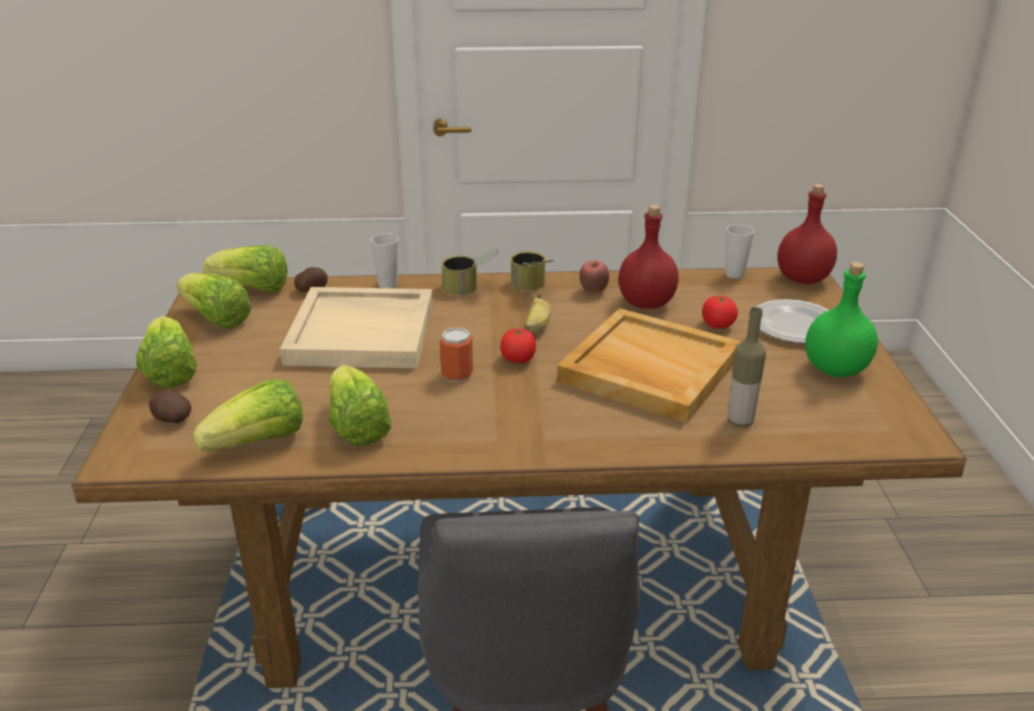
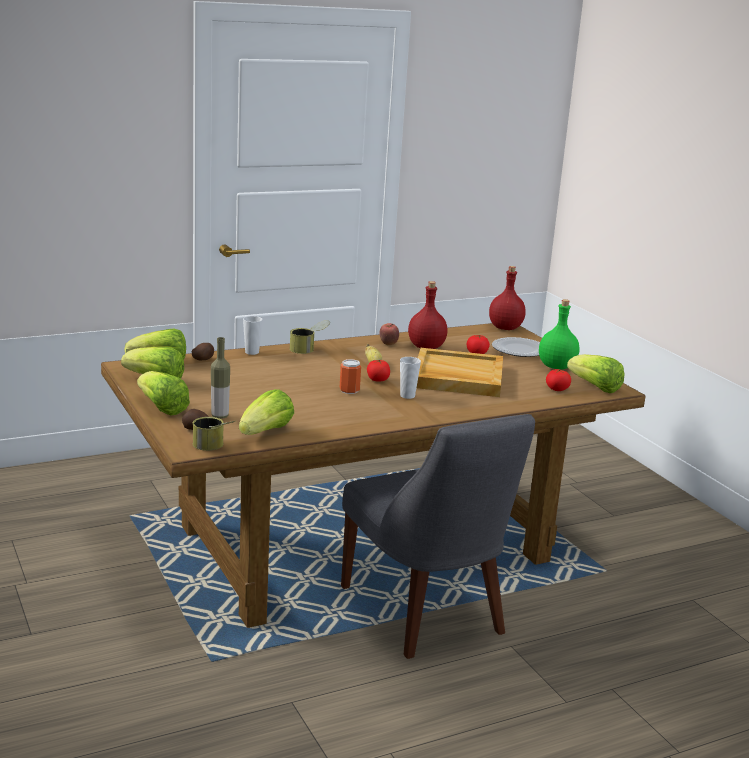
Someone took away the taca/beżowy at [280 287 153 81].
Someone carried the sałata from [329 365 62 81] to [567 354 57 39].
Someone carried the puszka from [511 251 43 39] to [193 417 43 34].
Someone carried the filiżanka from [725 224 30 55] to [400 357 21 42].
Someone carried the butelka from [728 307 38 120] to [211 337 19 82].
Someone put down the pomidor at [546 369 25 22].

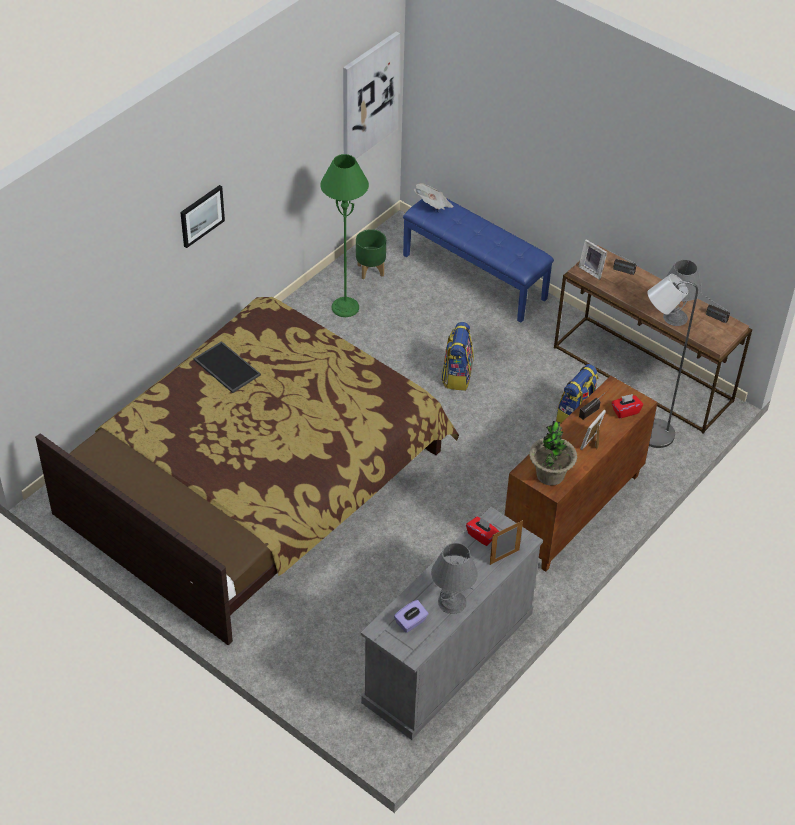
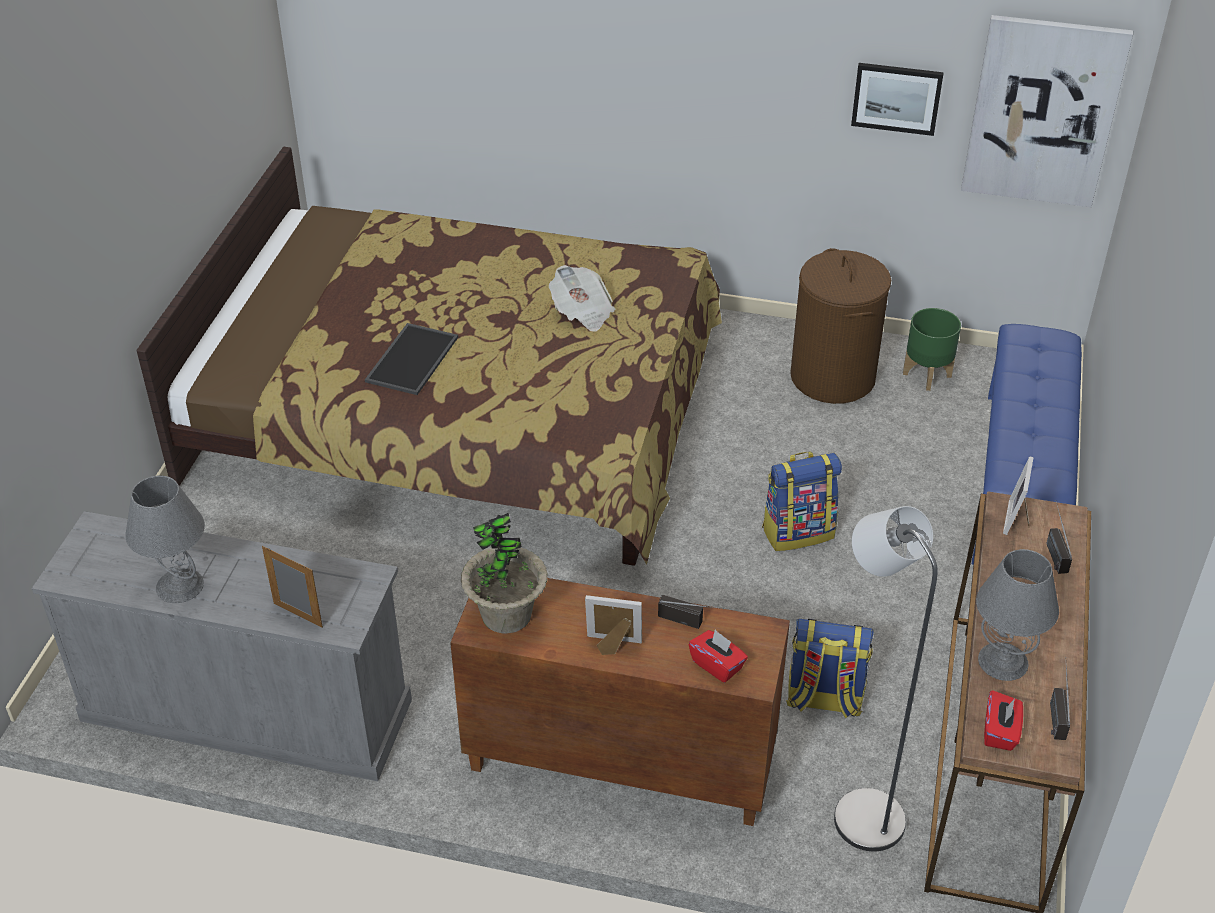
Someone carried the obraz from [180 185 45 63] to [851 63 93 73].
Someone carried the taca from [193 341 68 52] to [365 323 93 72].
Someone swapped the lampa stojąca/zielony at [320 154 49 163] for the kosz na pranie/brązowy at [790 248 101 156].
Someone took away the pudełko chusteczek/fioletowy at [394 600 35 33].
Someone carried the gazeta from [414 183 39 27] to [549 265 66 67].
Someone carried the pudełko chusteczek/czerwony from [466 517 33 29] to [984 690 39 61].

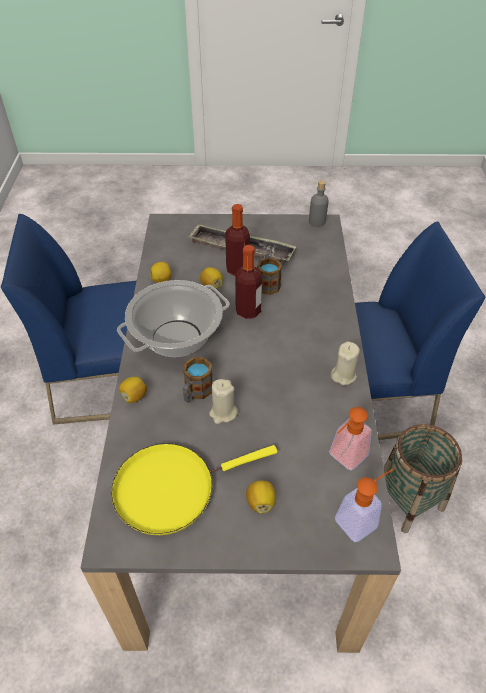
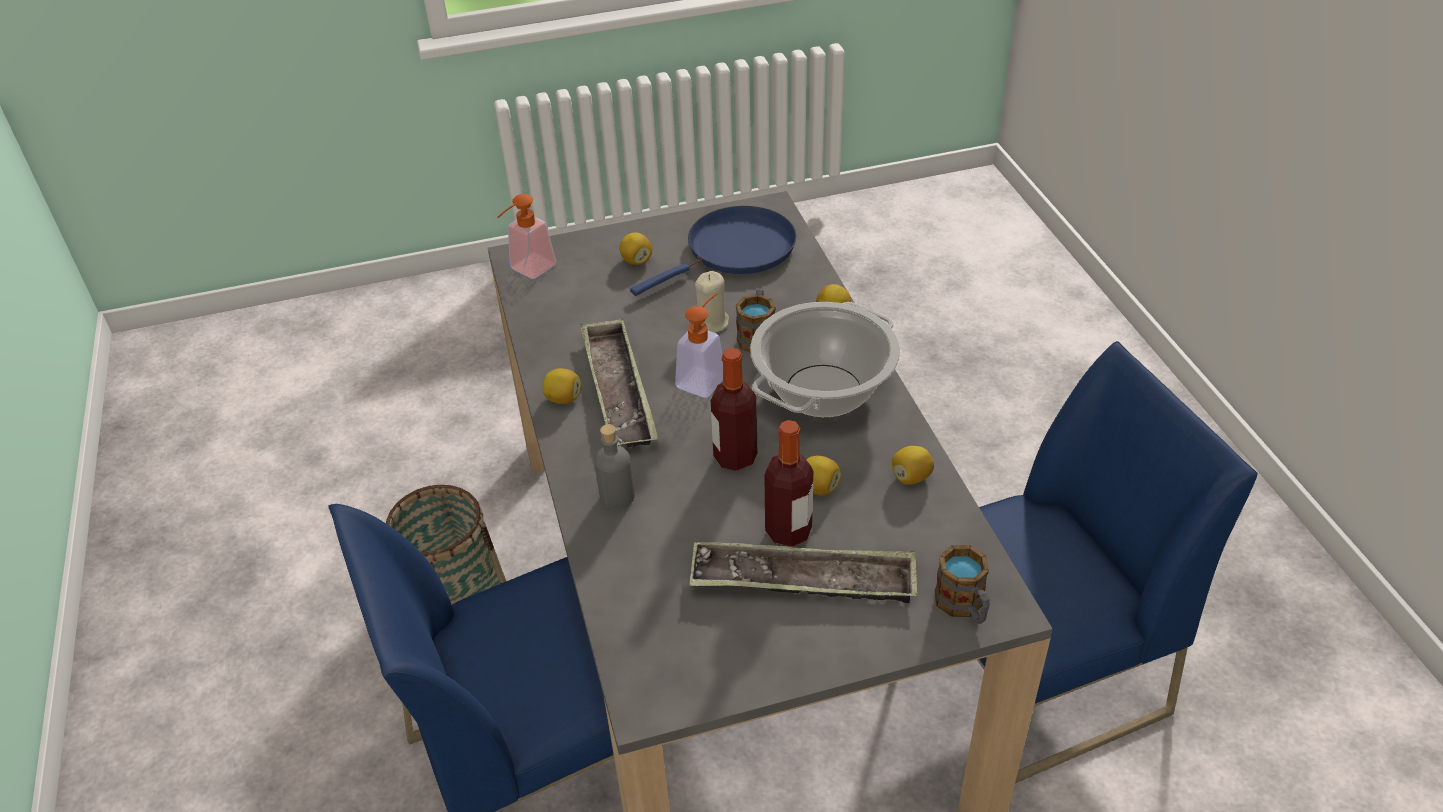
Someone repainted the patelnia/żółty at [111 444 167 91], which became the patelnia/niebieski at [630 206 167 90].
Someone carried the kubek from [257 254 25 41] to [935 545 55 79].
Someone carried the butelka/szary from [309 180 20 47] to [594 424 41 85].
Someone carried the dozownik mydła from [329 407 43 64] to [675 293 48 105].
Someone swapped the świeca/beżowy at [331 341 29 45] for the cytryna at [542 368 39 36].
Someone put down the taca at [580 319 78 128].

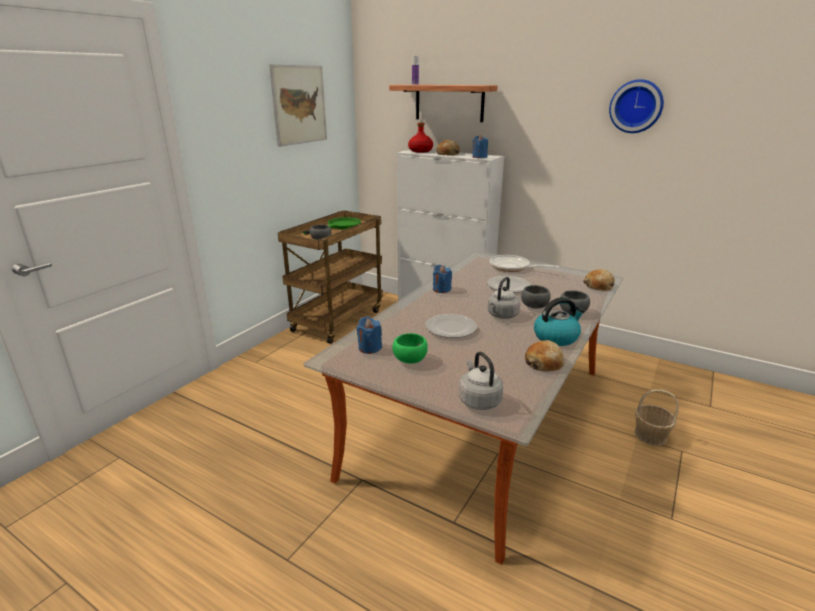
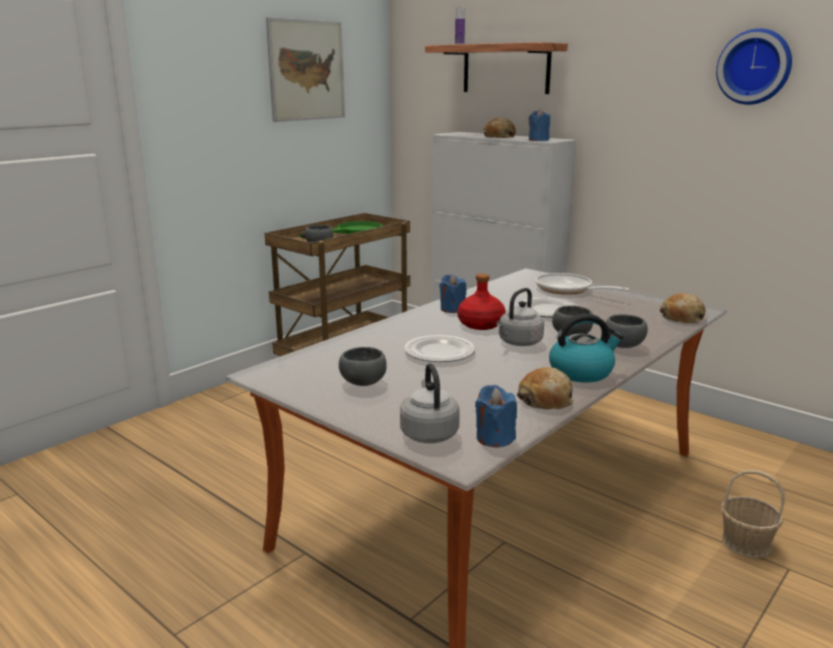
Someone carried the świeca/niebieski from [356 316 26 38] to [475 385 42 63].
Someone repainted the miska/zielony at [392 333 36 31], which became the miska/szary at [339 347 48 39].
Someone carried the butelka/czerwony from [408 123 25 29] to [458 273 48 57].

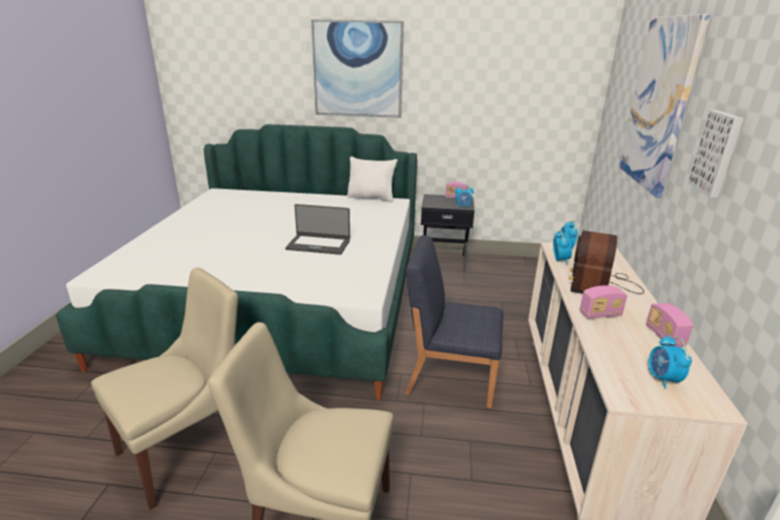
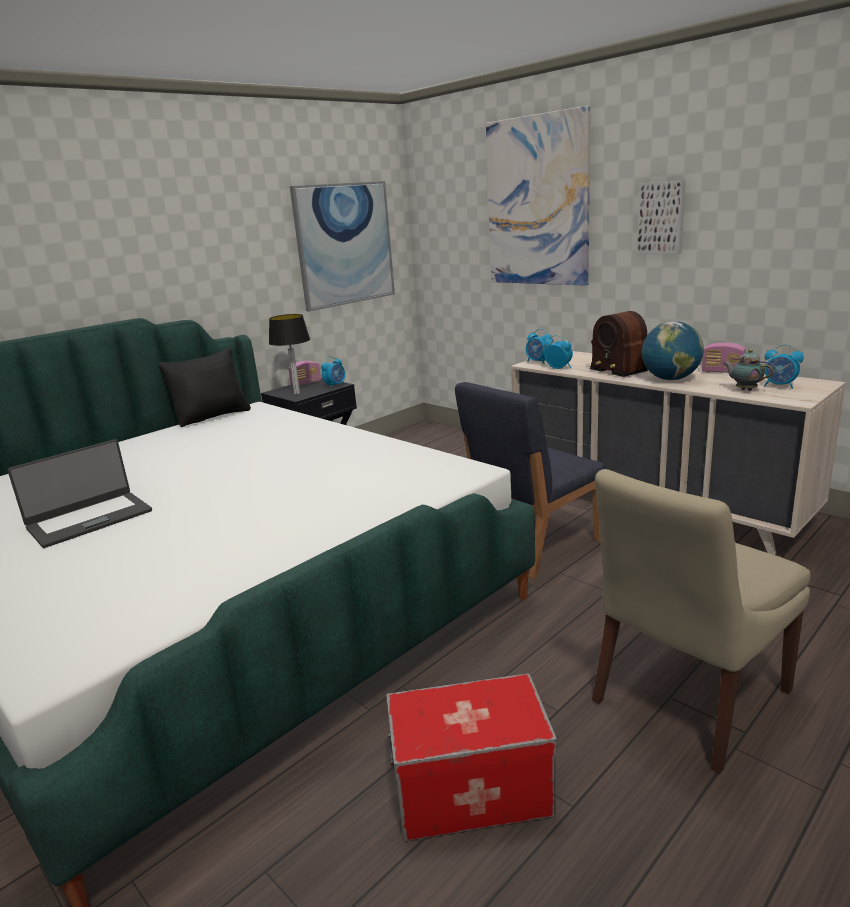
Someone swapped the krzesło/beżowy at [91 267 147 243] for the pojemnik do przechowywania at [386 673 171 168].
Someone carried the laptop from [285 204 65 51] to [7 439 145 109].
Someone carried the obraz from [311 19 93 99] to [290 181 105 130].
Someone repainted the poduszka/biały at [347 156 51 46], which became the poduszka/czarny at [159 347 92 80].
Someone swapped the radio at [580 285 47 34] for the globus at [642 321 62 59].
Someone put down the lampa stołowa at [269 314 41 80].
Someone put down the imbryk at [723 349 50 42].

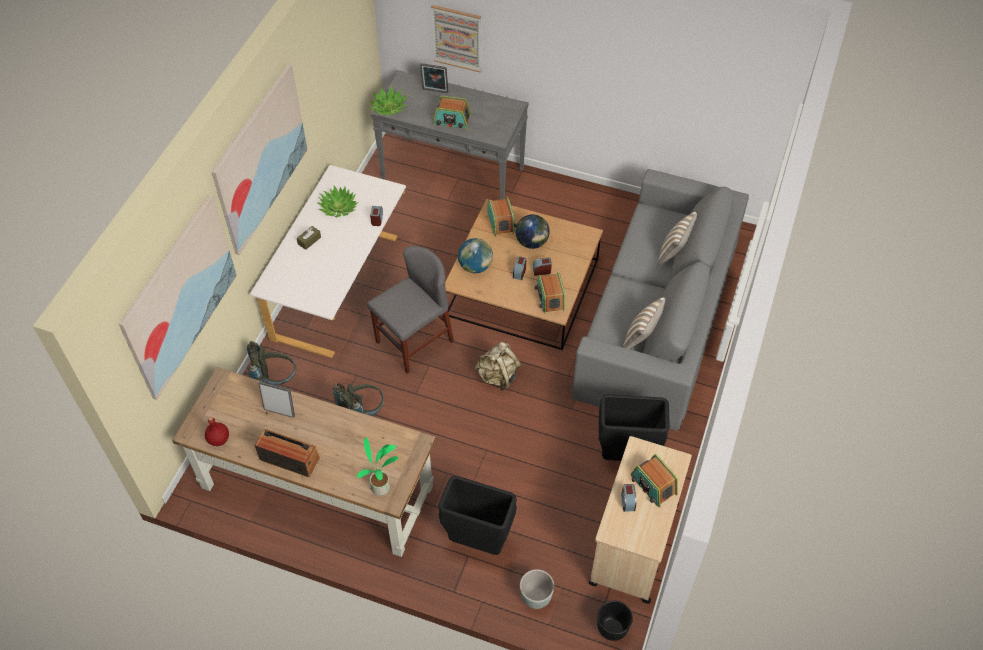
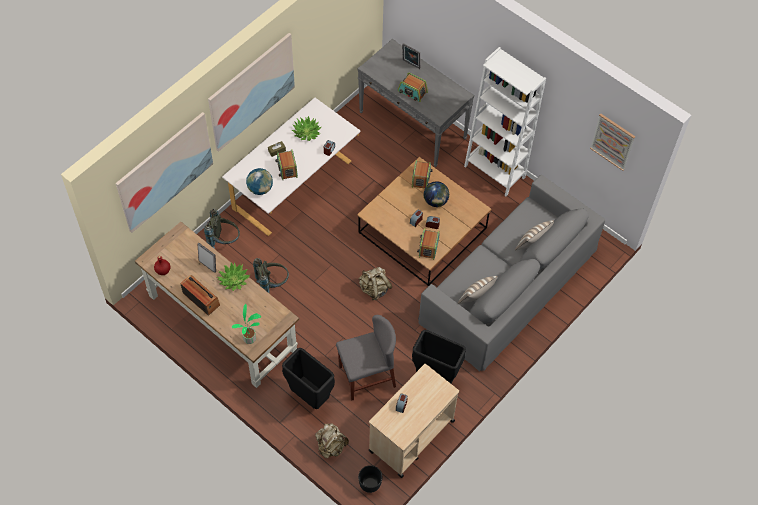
Someone carried the krzesło/szary from [367 246 87 128] to [336 315 60 86].
Someone carried the roślina doniczkowa from [369 86 38 29] to [217 263 33 28].
Someone carried the obraz from [431 5 50 68] to [590 114 45 57].
Someone carried the globus from [458 238 35 35] to [246 168 27 27].
Someone swapped the donica/szary at [520 569 34 40] for the plecak/beżowy at [315 423 34 35].
Someone carried the radio from [631 454 47 53] to [275 149 23 31].
Someone put down the regał/biały at [464 47 82 149].

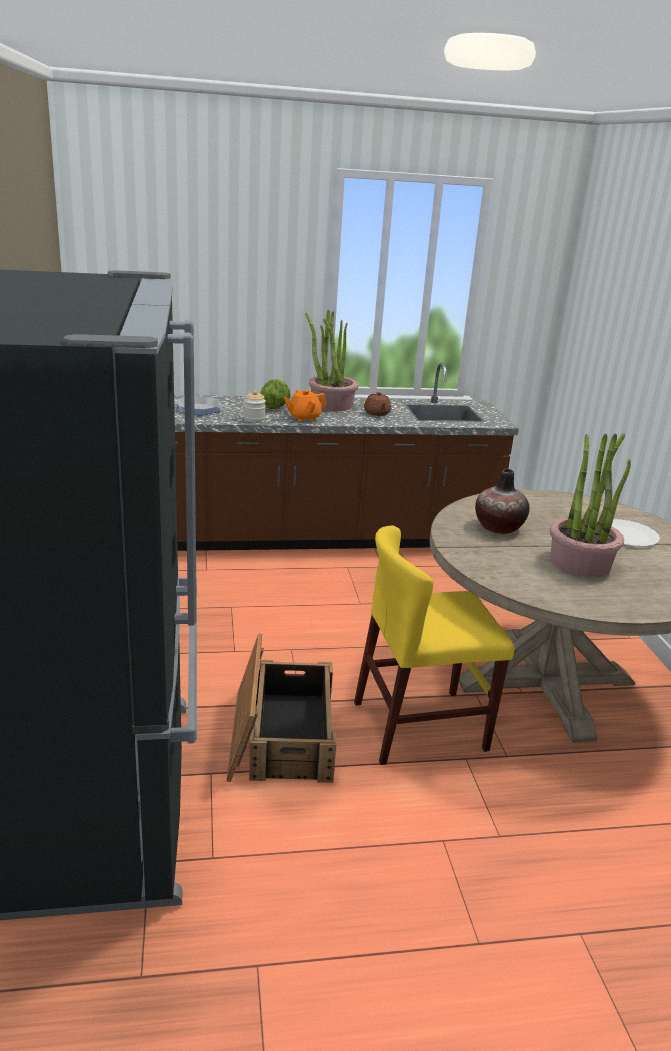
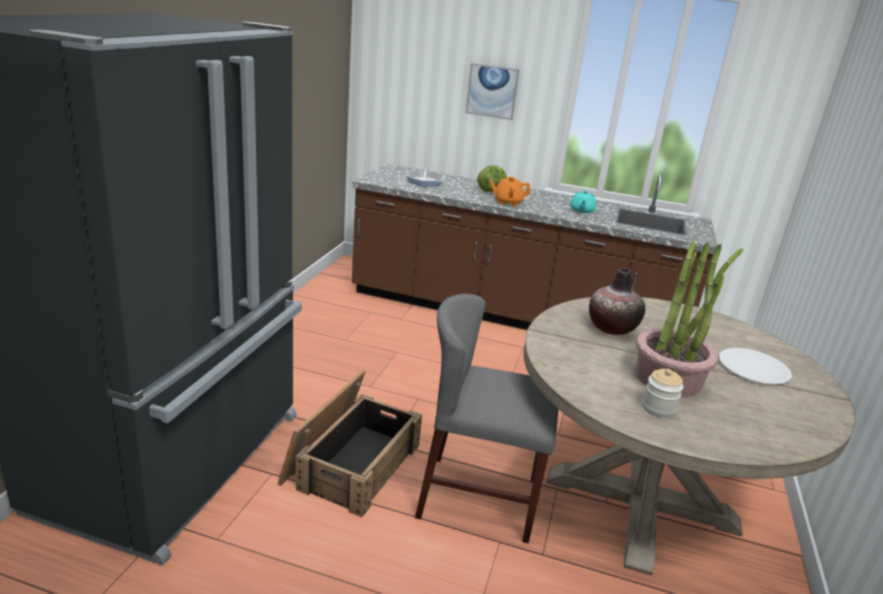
Someone carried the słoik from [244 391 22 31] to [642 369 42 49].
Someone took away the roślina doniczkowa at [305 310 54 101].
Someone repainted the krzesło/żółty at [354 526 160 239], which became the krzesło/szary at [415 294 143 249].
Someone repainted the imbryk/brązowy at [364 392 27 24], which became the imbryk/turkusowy at [570 190 26 23].
Someone put up the obraz at [466 63 54 57].

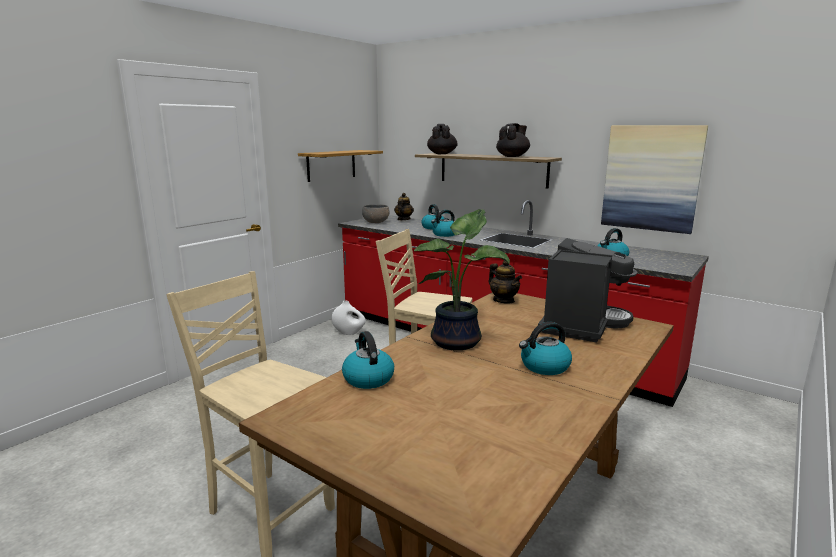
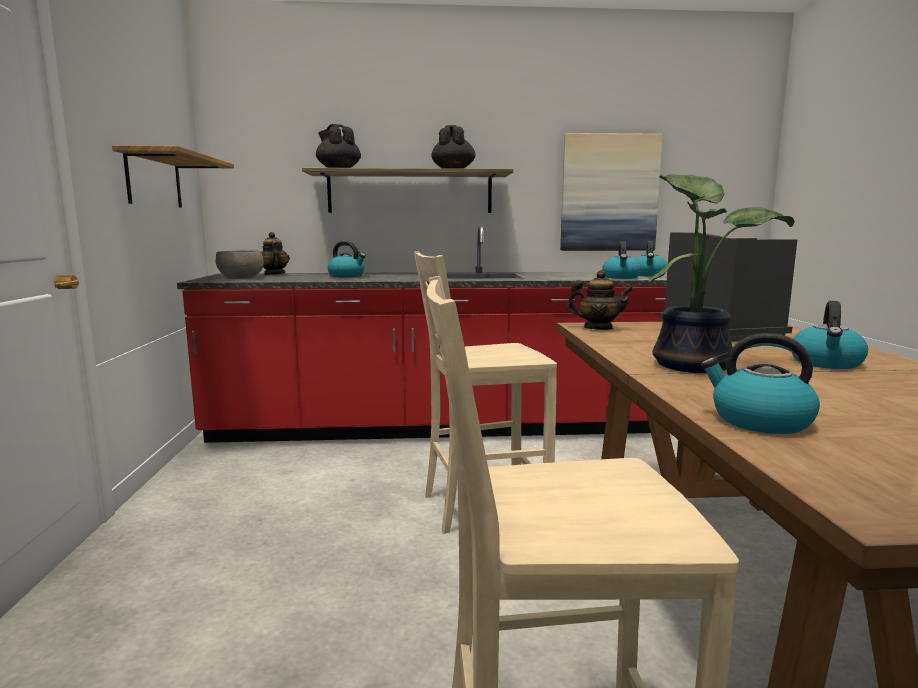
Someone took away the wazon/biały at [331 301 35 34].
Someone carried the czajnik from [431 210 24 27] to [635 241 32 36].

